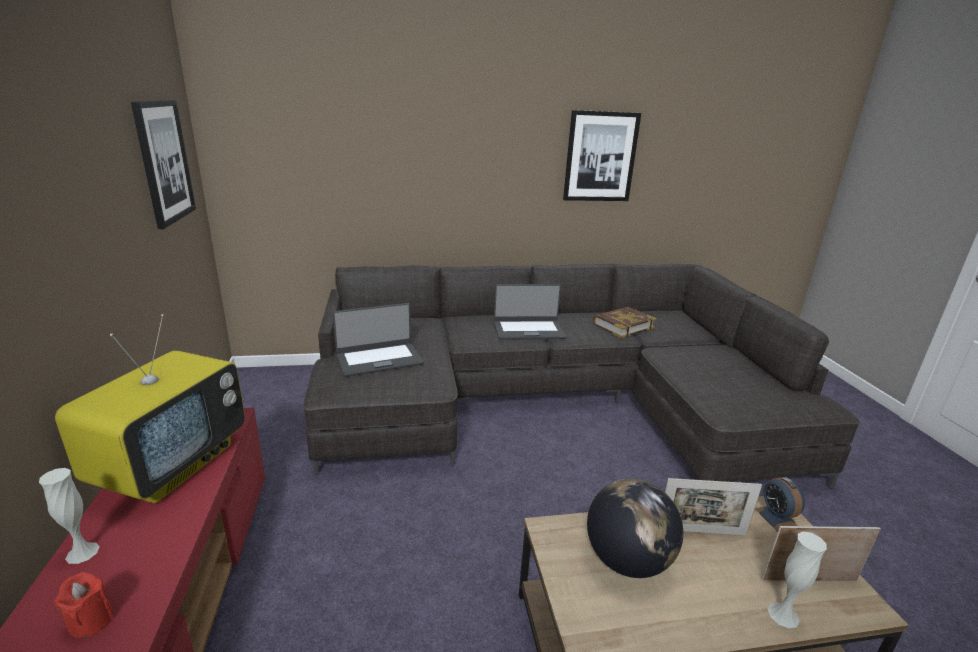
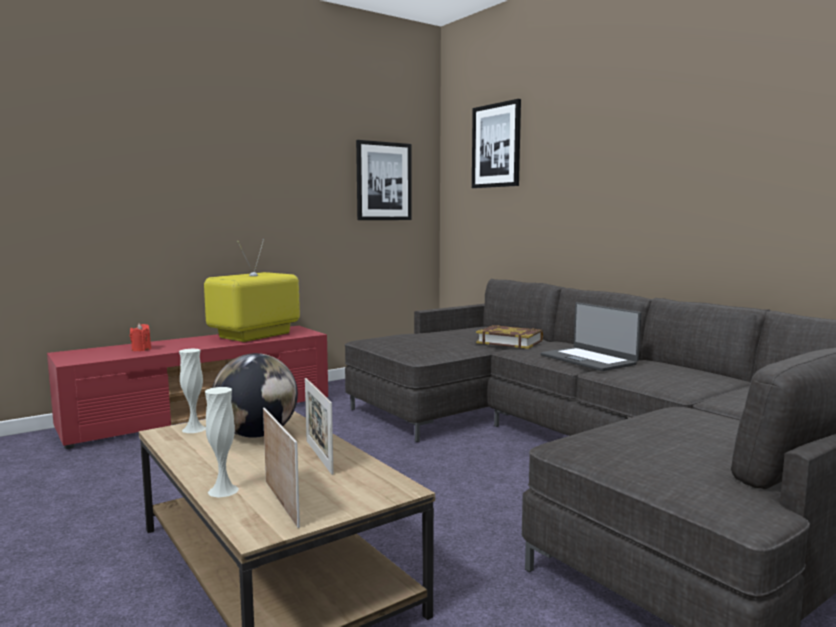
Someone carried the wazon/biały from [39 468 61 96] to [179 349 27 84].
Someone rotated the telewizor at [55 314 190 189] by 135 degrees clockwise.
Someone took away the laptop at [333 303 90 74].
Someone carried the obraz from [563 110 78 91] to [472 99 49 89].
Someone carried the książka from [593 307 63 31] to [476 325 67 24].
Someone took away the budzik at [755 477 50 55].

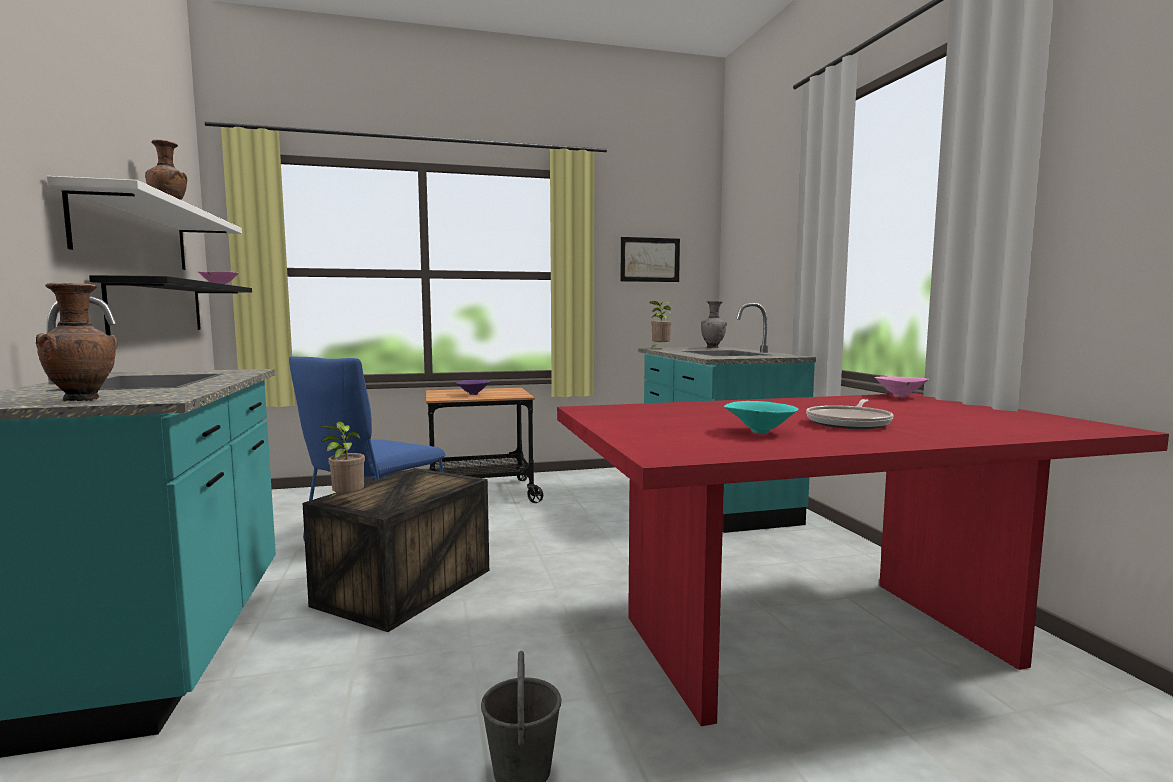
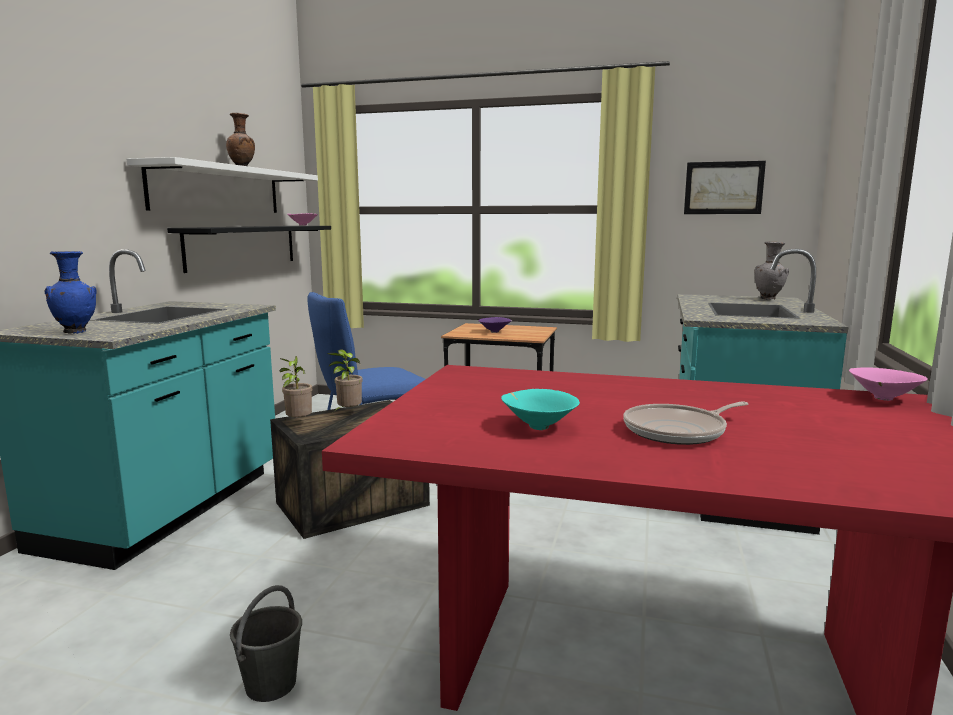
Someone repainted the wazon/brązowy at [36 283 82 118], which became the wazon/niebieski at [44 251 53 83].
Someone carried the roślina doniczkowa from [649 301 23 47] to [328 349 35 62].

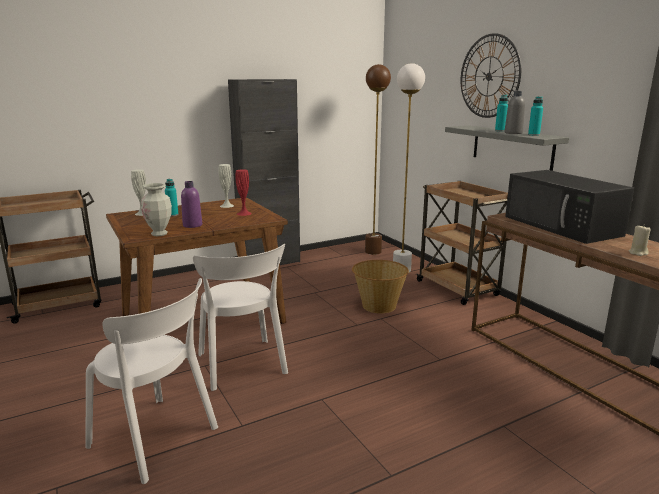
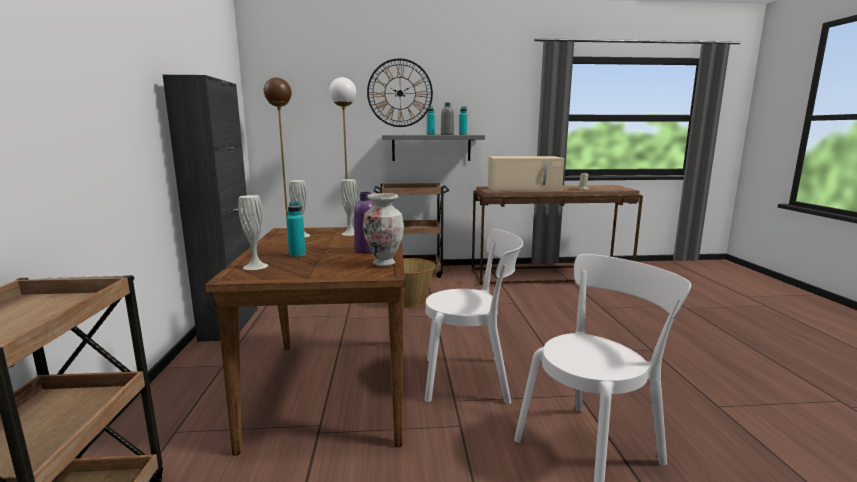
Someone repainted the wazon/czerwony at [235 169 17 47], which became the wazon/biały at [340 179 17 57].
Someone repainted the mikrofalówka/czarny at [505 170 129 74], which became the mikrofalówka/beżowy at [488 156 76 35].

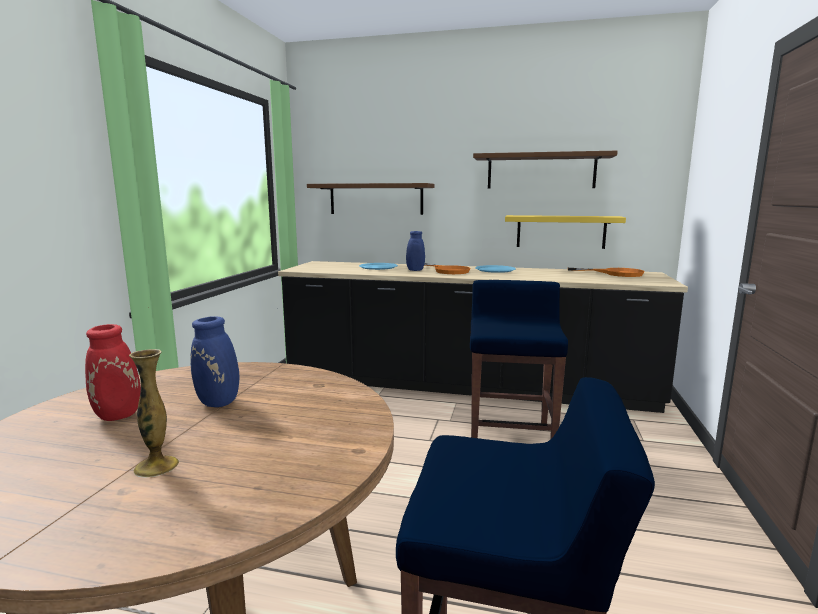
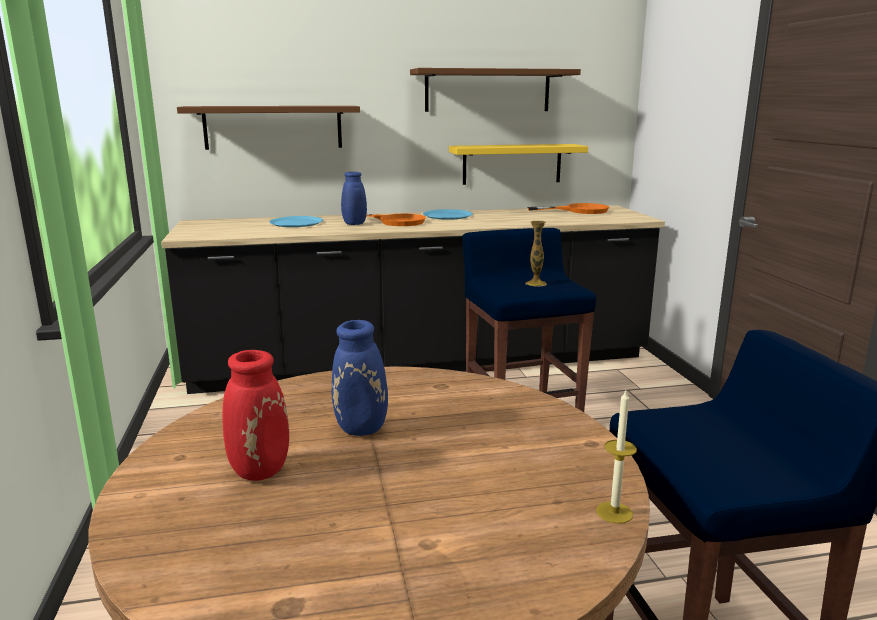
Someone carried the wazon from [129 349 50 129] to [525 221 22 66].
Someone put down the świeca at [596 390 41 134].

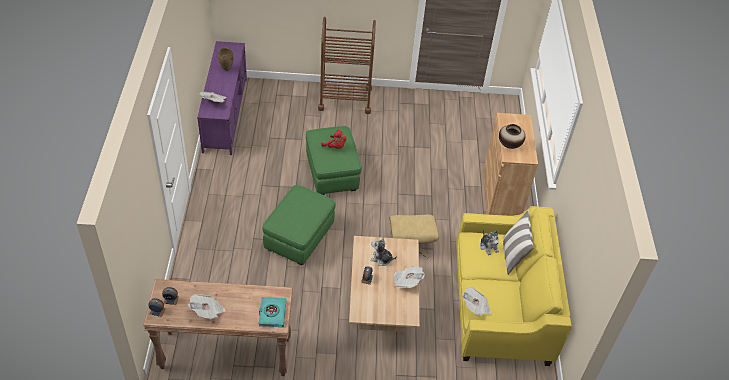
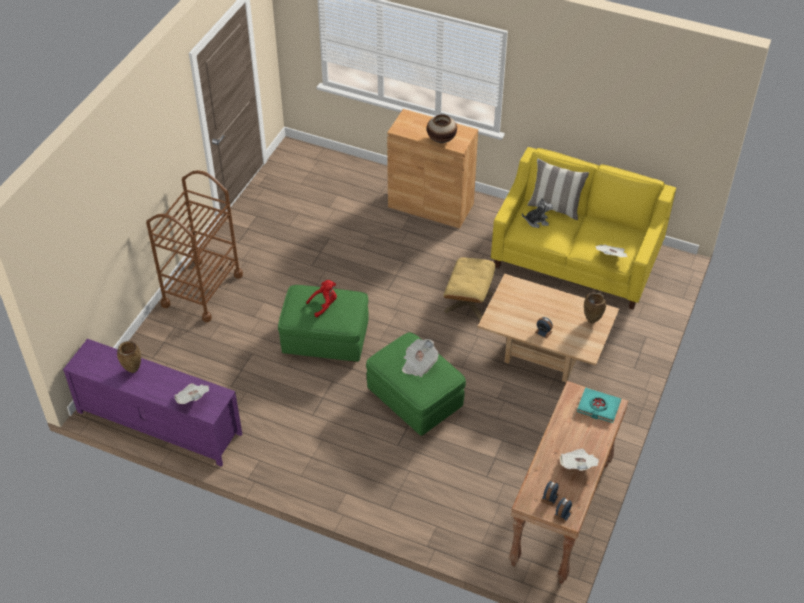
Someone took away the pluszak at [370 236 27 30].
Someone carried the gazeta from [394 266 30 22] to [402 339 36 38].
Someone put down the wazon/brązowy at [584 292 22 31].

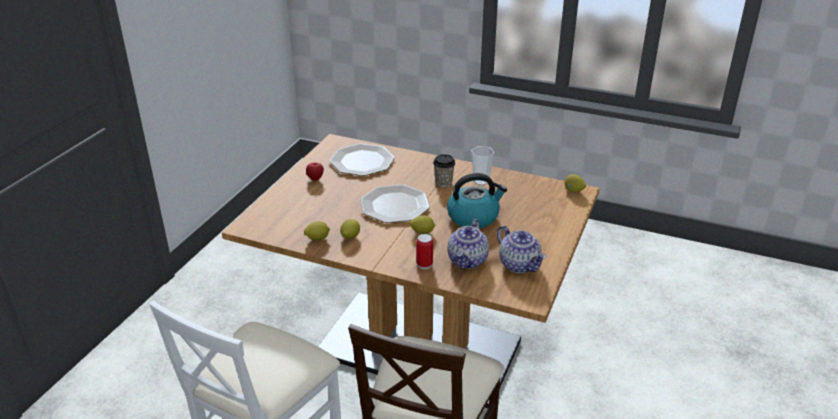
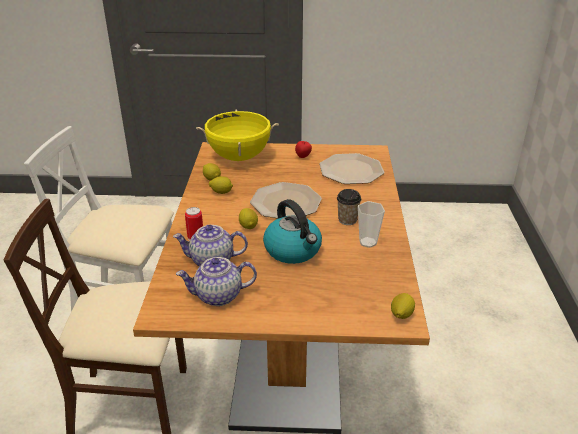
Someone rotated the imbryk at [497 225 49 48] by 45 degrees clockwise.
Someone put down the garnek/żółty at [196 109 83 52].

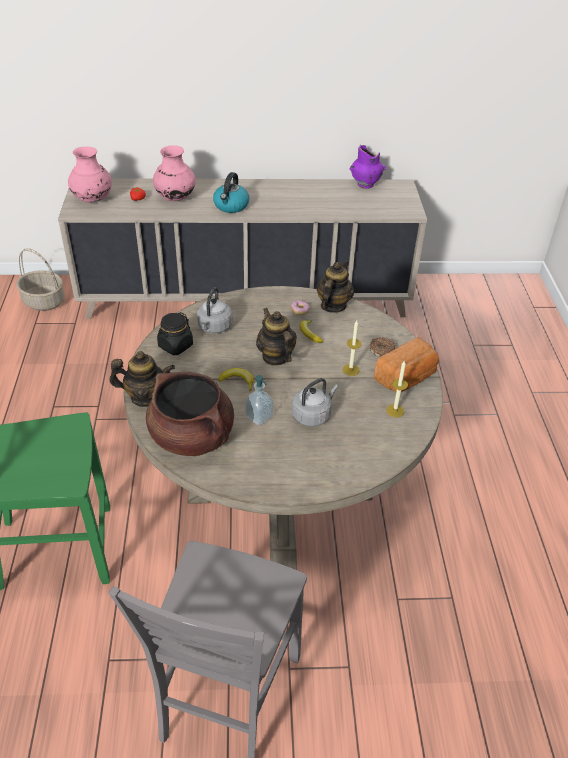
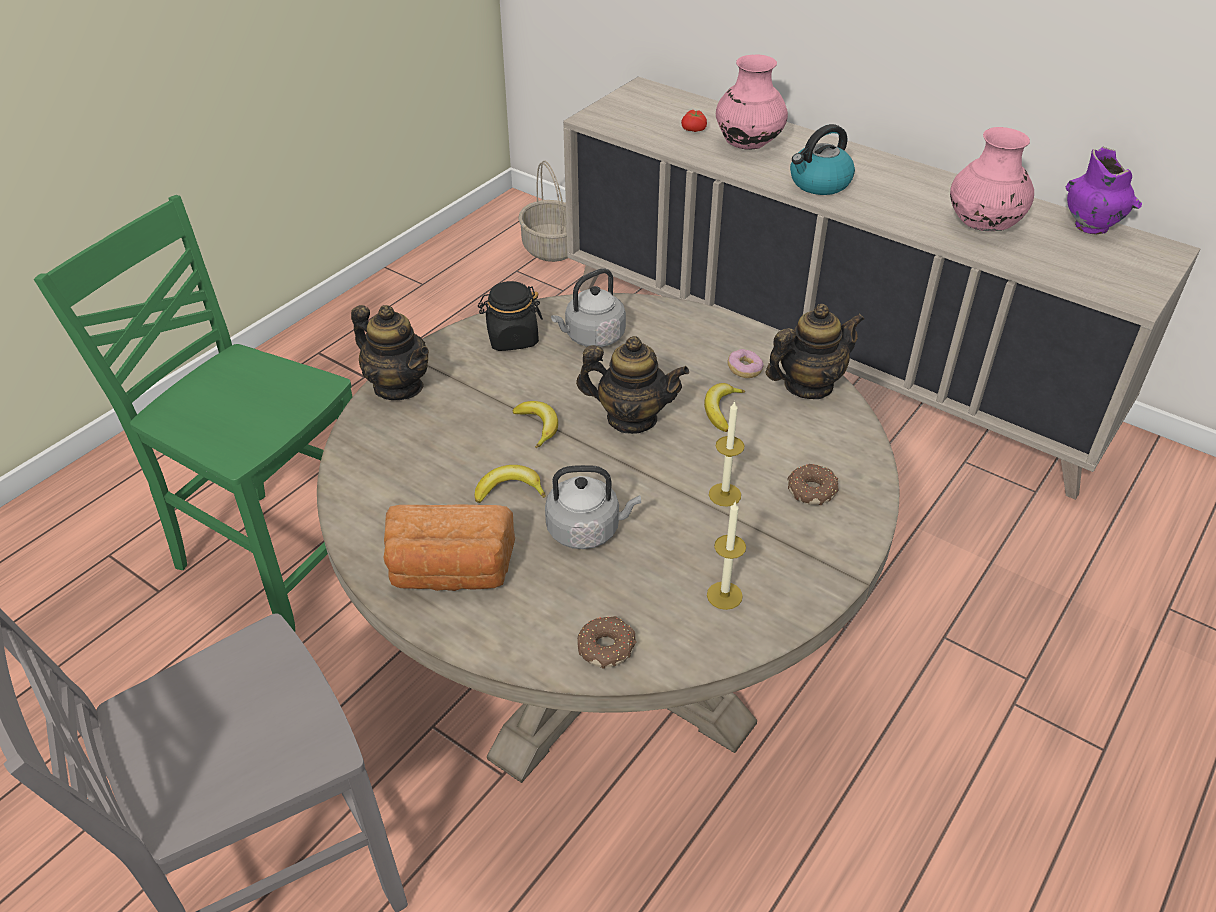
Someone carried the wazon/różowy from [68 147 44 56] to [950 127 84 104].
Someone took away the garnek/brązowy at [146 372 88 84].
Someone swapped the dozownik mydła at [245 375 29 50] for the banan at [475 465 71 38].
Someone rotated the imbryk at [256 308 41 58] by 90 degrees clockwise.
Someone carried the chleb from [374 337 65 55] to [383 504 132 87].
Someone put down the donut at [577 616 60 53].

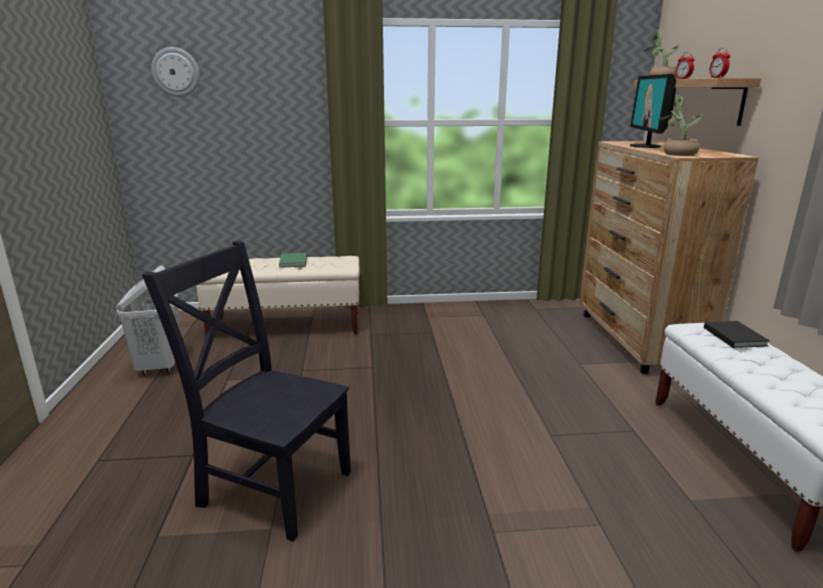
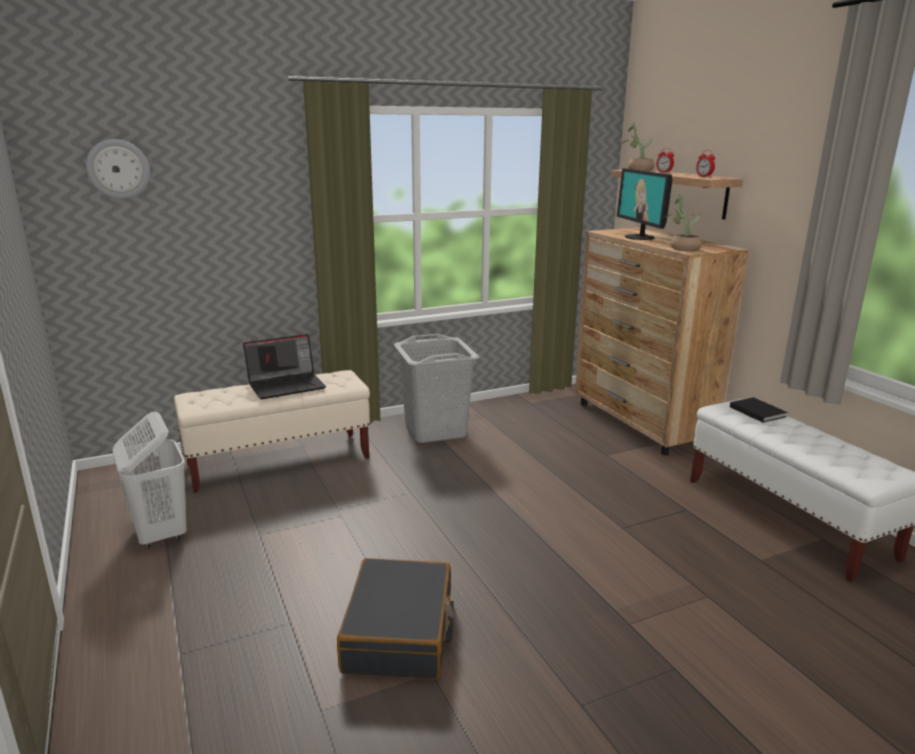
Someone swapped the krzesło/czarny at [142 241 209 300] for the walizka/czarny at [337 558 117 122].
Someone swapped the książka/zielony at [279 253 28 15] for the laptop at [243 334 83 65].
Someone put down the kosz na pranie/szary at [394 334 85 109].

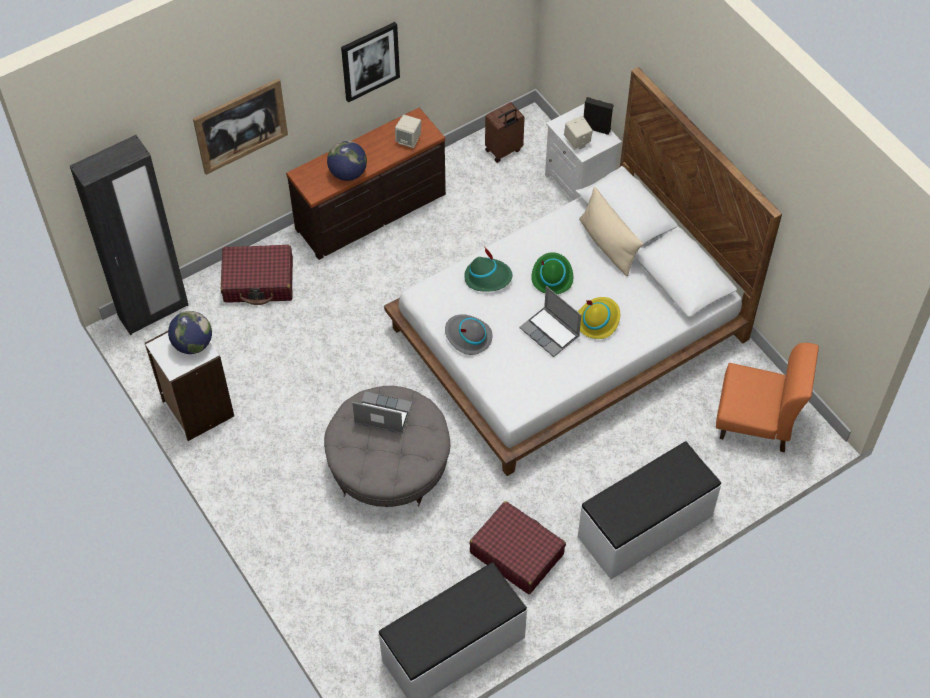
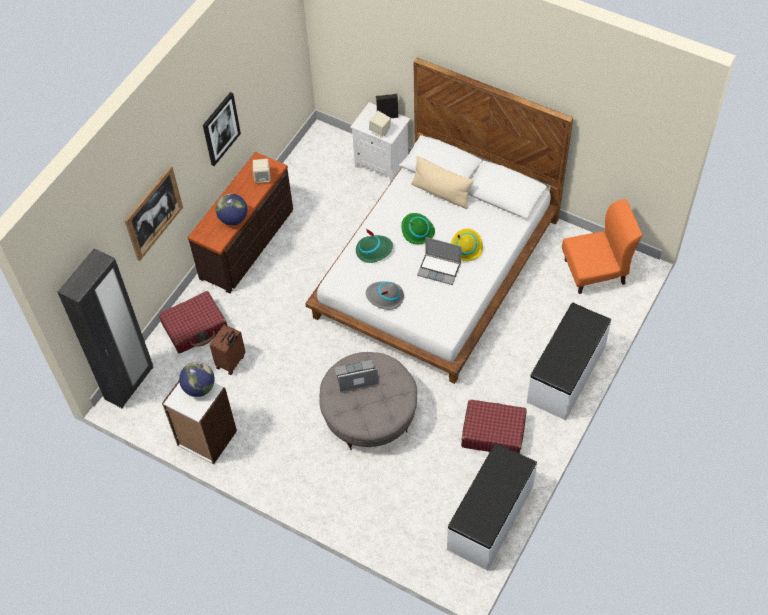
Someone carried the walizka/brązowy from [485 102 40 61] to [210 324 36 51].

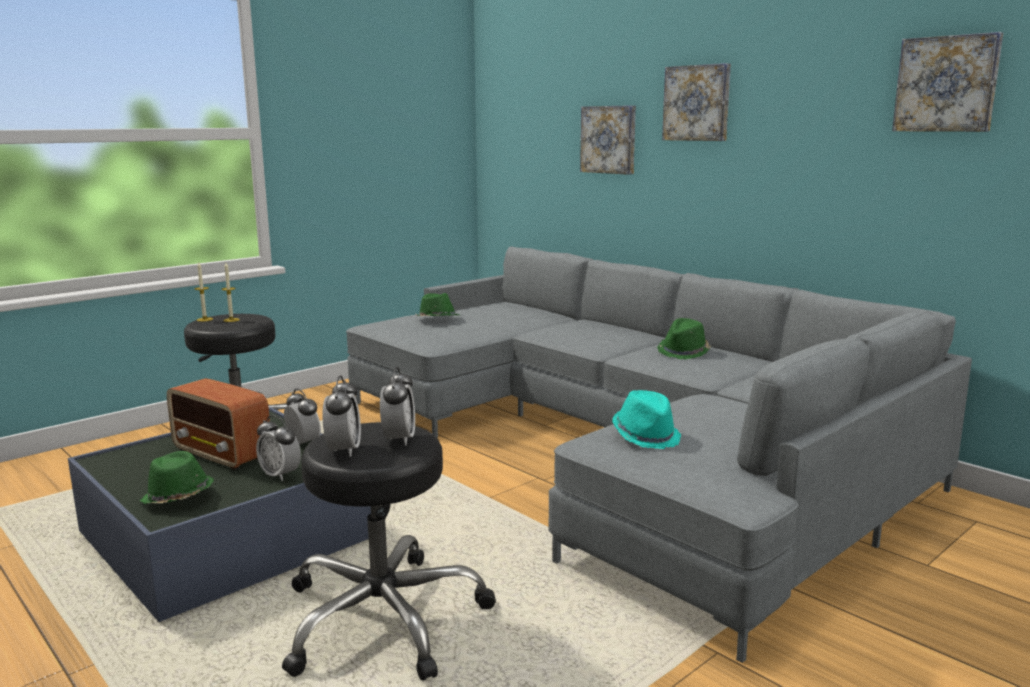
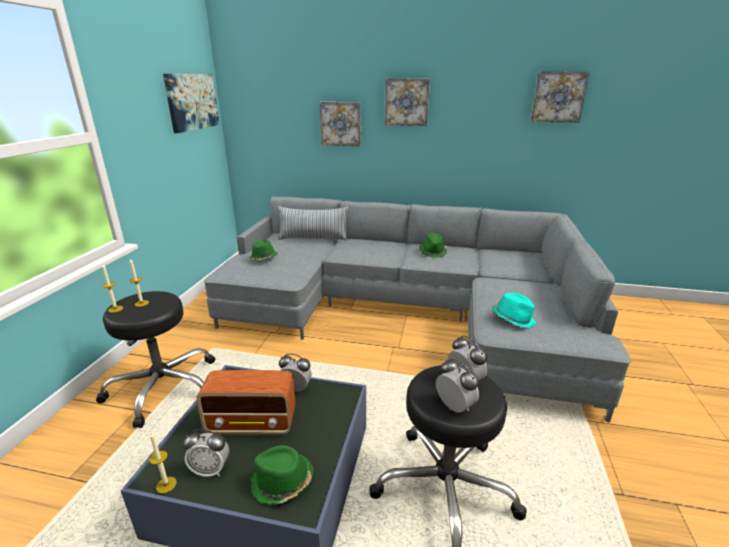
Someone carried the budzik from [256 415 45 66] to [183 429 46 48].
Someone put down the świeca at [149 432 28 62].
Someone put up the obraz at [163 74 57 59].
Someone put down the poduszka at [277 206 71 35].

